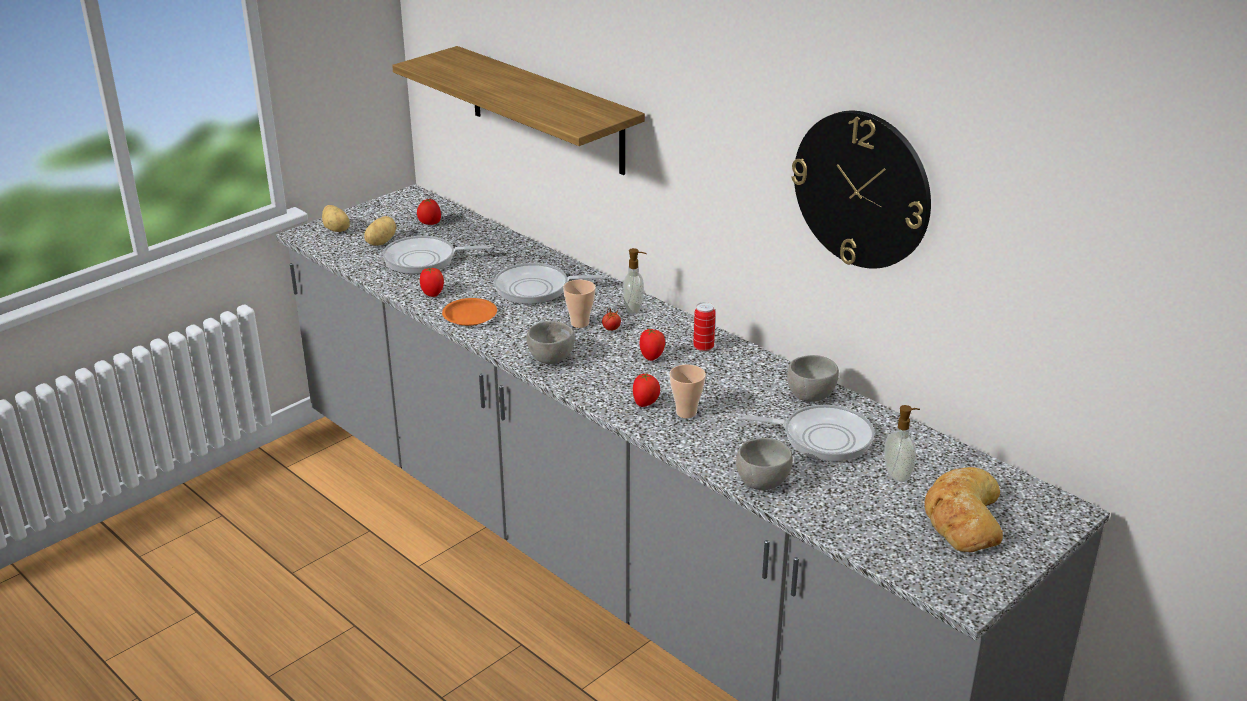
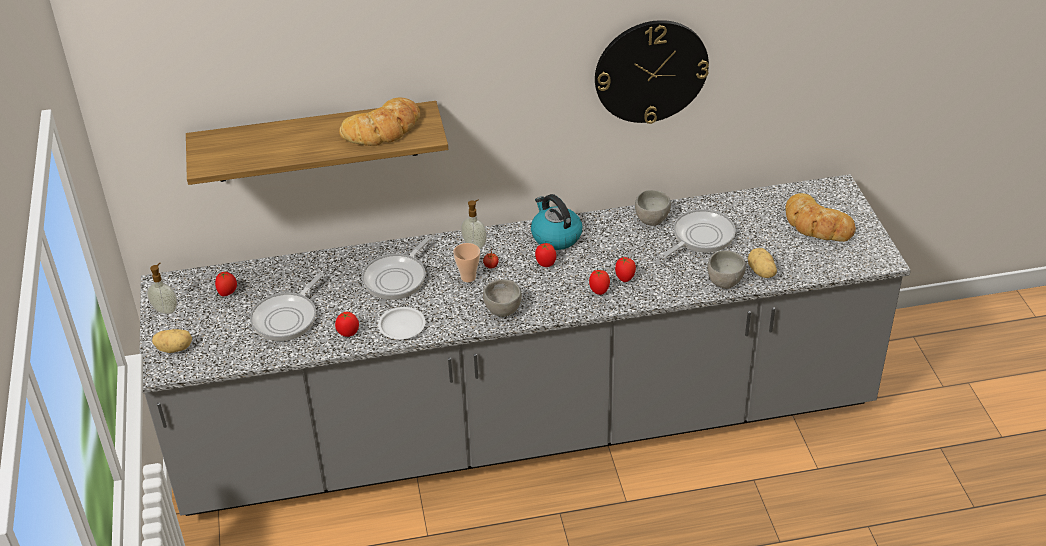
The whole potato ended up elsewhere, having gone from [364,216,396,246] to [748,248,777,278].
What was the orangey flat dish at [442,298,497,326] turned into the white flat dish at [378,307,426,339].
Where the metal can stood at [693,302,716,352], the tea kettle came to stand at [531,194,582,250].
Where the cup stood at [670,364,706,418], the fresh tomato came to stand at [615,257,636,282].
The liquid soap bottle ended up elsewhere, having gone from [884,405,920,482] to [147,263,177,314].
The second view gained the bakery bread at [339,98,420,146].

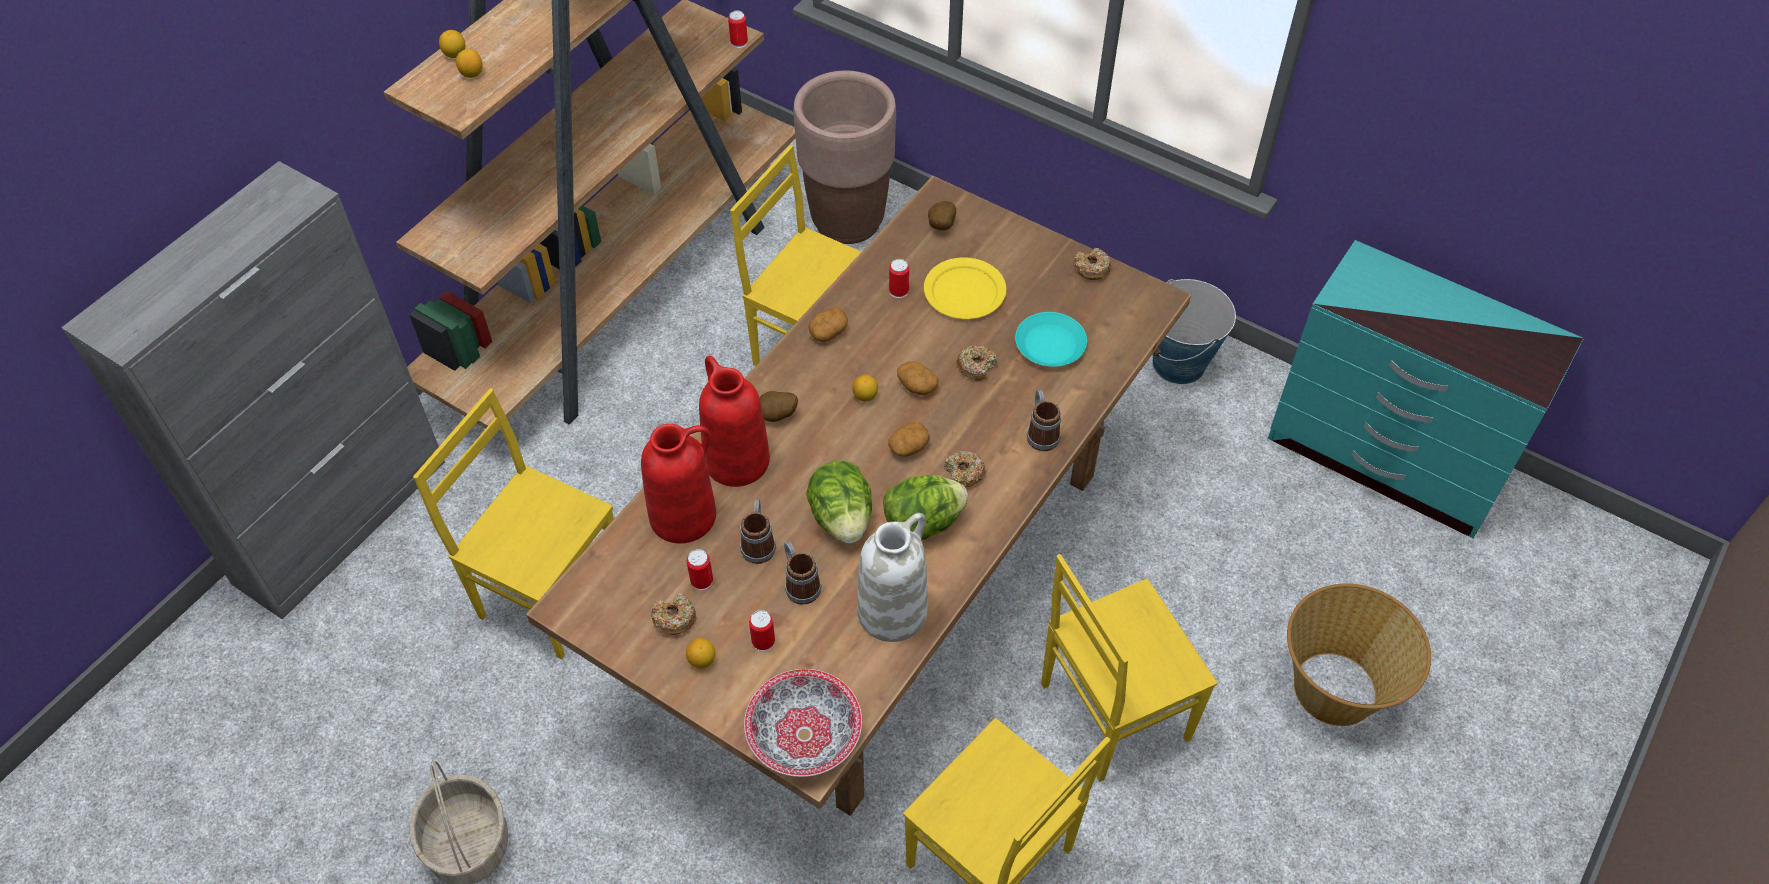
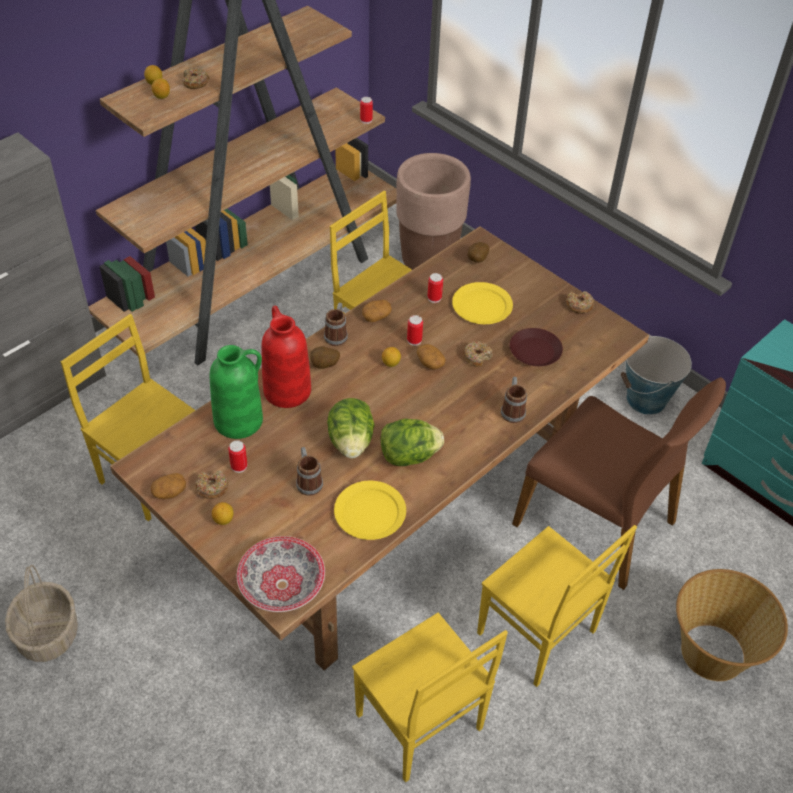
What was the turquoise flat dish at [1015,312,1087,367] turned into the brownish flat dish at [509,328,563,366].
The whole potato ended up elsewhere, having gone from [888,422,930,457] to [151,473,186,499].
What was the reddish vase at [641,424,716,544] turned into the green vase at [210,345,263,439].
The doughnut ended up elsewhere, having gone from [944,451,985,488] to [182,68,209,89].
The tea mug ended up elsewhere, having gone from [740,499,776,564] to [324,303,348,346].
Where the white vase stood at [857,513,928,642], the yellowish flat dish came to stand at [334,481,406,540].
The yellowish upright chair at [1041,554,1218,782] ended up facing another way, 120 degrees counterclockwise from before.
The metal can ended up elsewhere, having gone from [749,610,775,651] to [407,315,423,346].
The second view gained the brownish upright chair at [512,377,726,590].

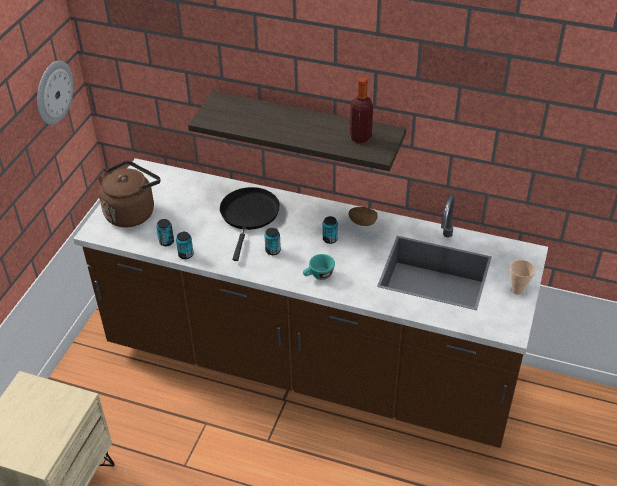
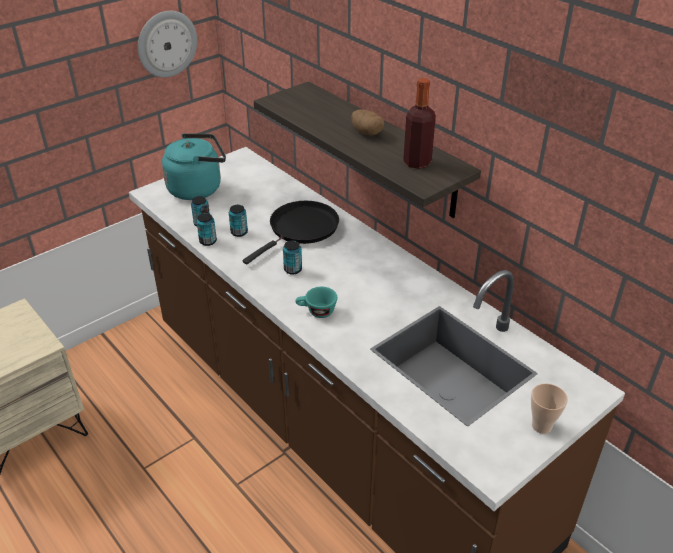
What was the brownish tea kettle at [98,161,161,227] turned into the turquoise tea kettle at [162,133,226,200].
The whole potato ended up elsewhere, having gone from [348,207,378,226] to [351,109,384,135].
The metal can ended up elsewhere, having gone from [323,216,338,244] to [229,205,248,237].

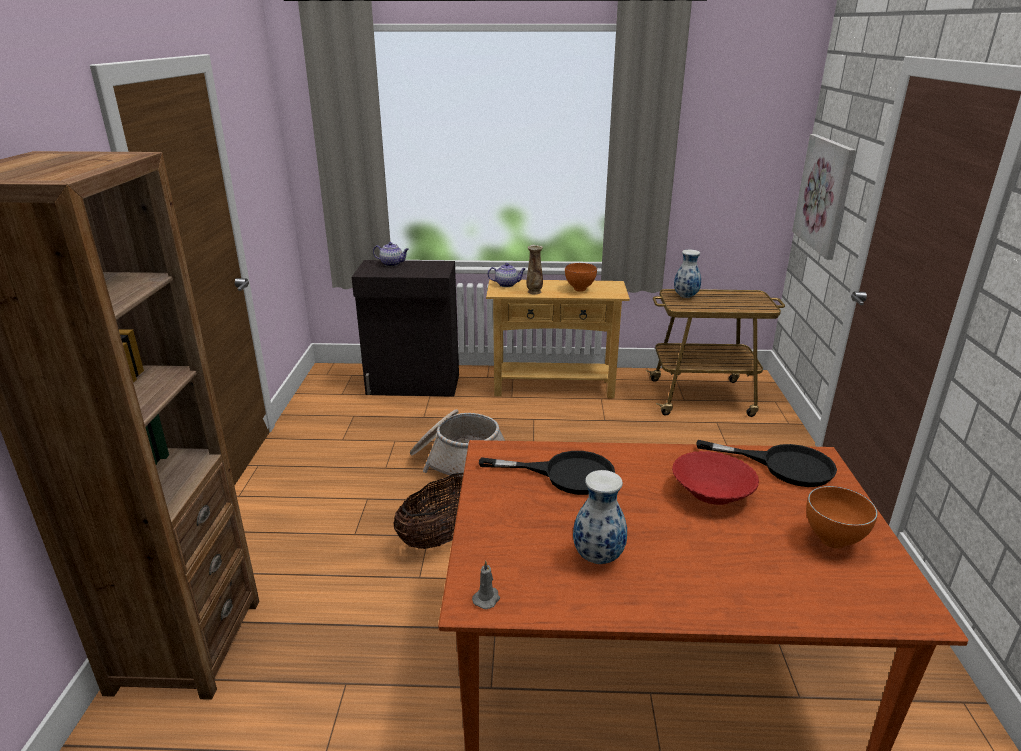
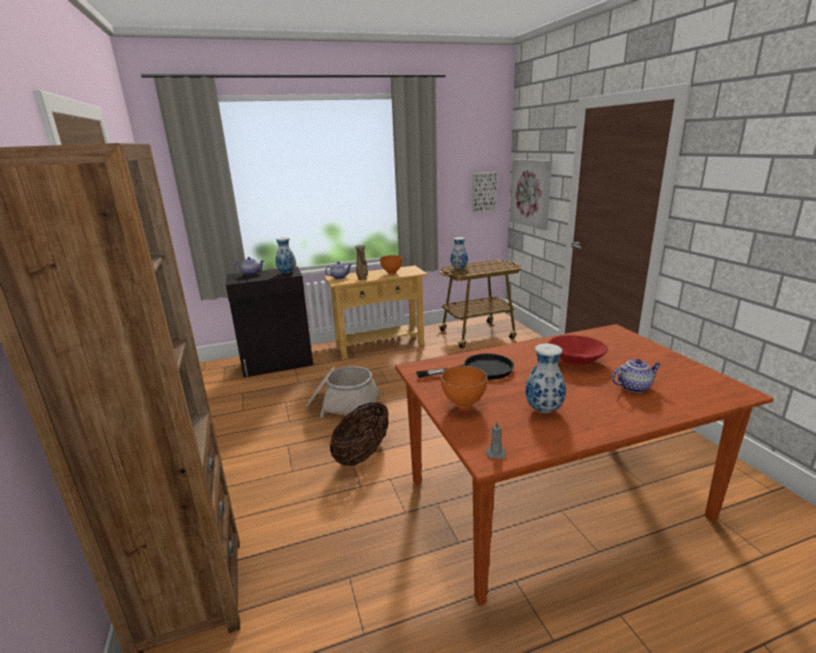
The second view lost the black-coloured pan at [697,440,837,487].
The orangey deep dish ended up elsewhere, having gone from [806,486,878,549] to [441,366,487,409].
The second view gained the picture at [473,172,497,213].
The second view gained the vase at [275,237,296,273].
The second view gained the teapot at [611,359,661,393].

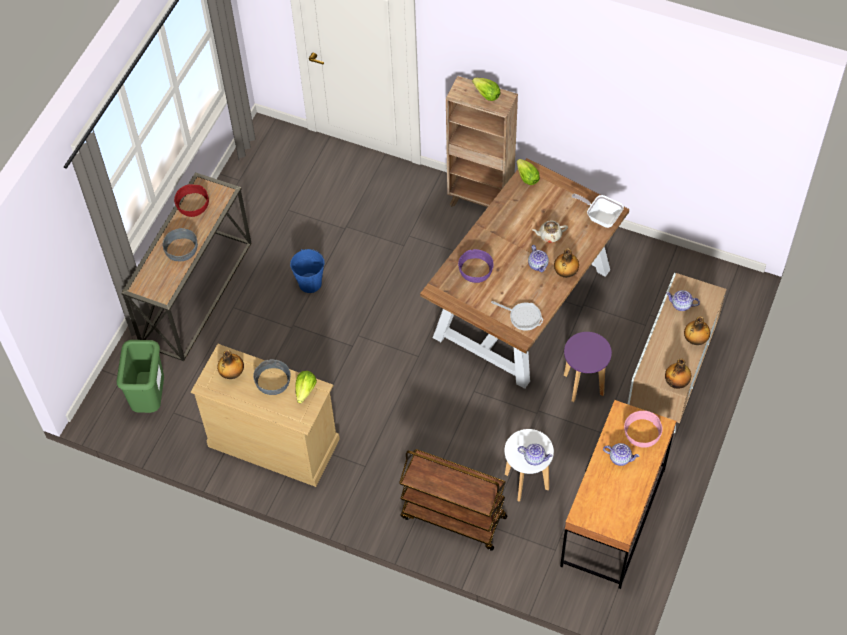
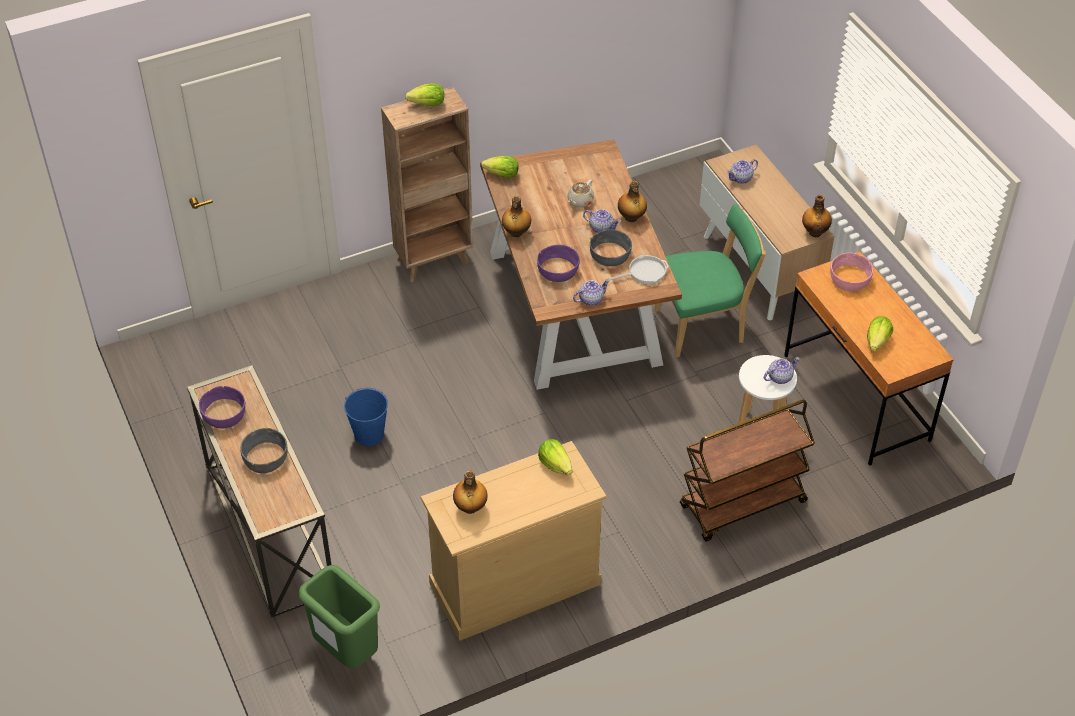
What was the reddish deep dish at [174,184,209,217] turned into the purple deep dish at [199,386,245,428].
The second view lost the pan at [572,194,624,228].
The drink bottle ended up elsewhere, having gone from [684,316,710,345] to [502,196,531,237].
Where the purple sitting stool stood at [564,332,612,402], the green upright chair came to stand at [655,204,766,357].
The gray deep dish ended up elsewhere, having gone from [253,359,291,395] to [590,229,632,266].
The teapot ended up elsewhere, having gone from [603,443,639,466] to [573,279,610,306].
The second view gained the head of lettuce at [867,316,893,351].

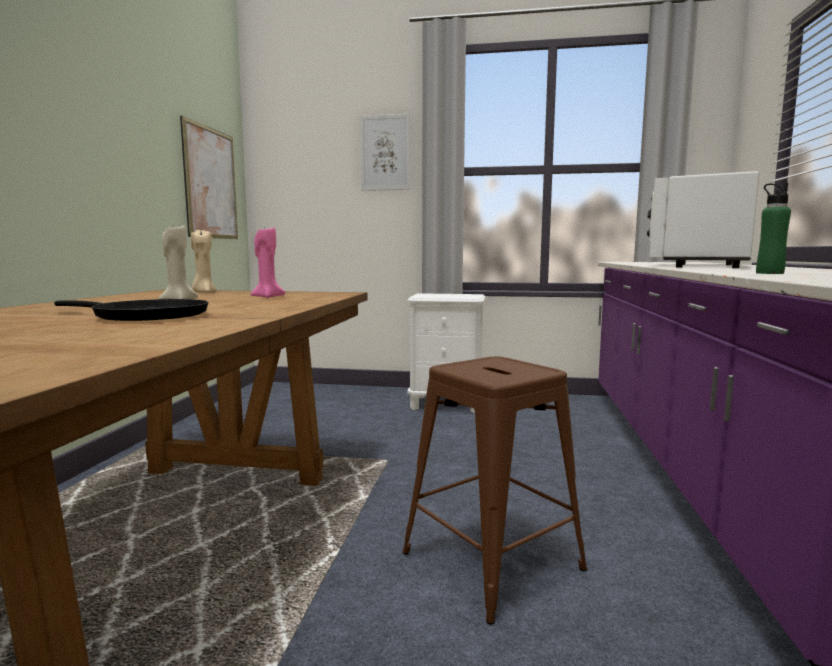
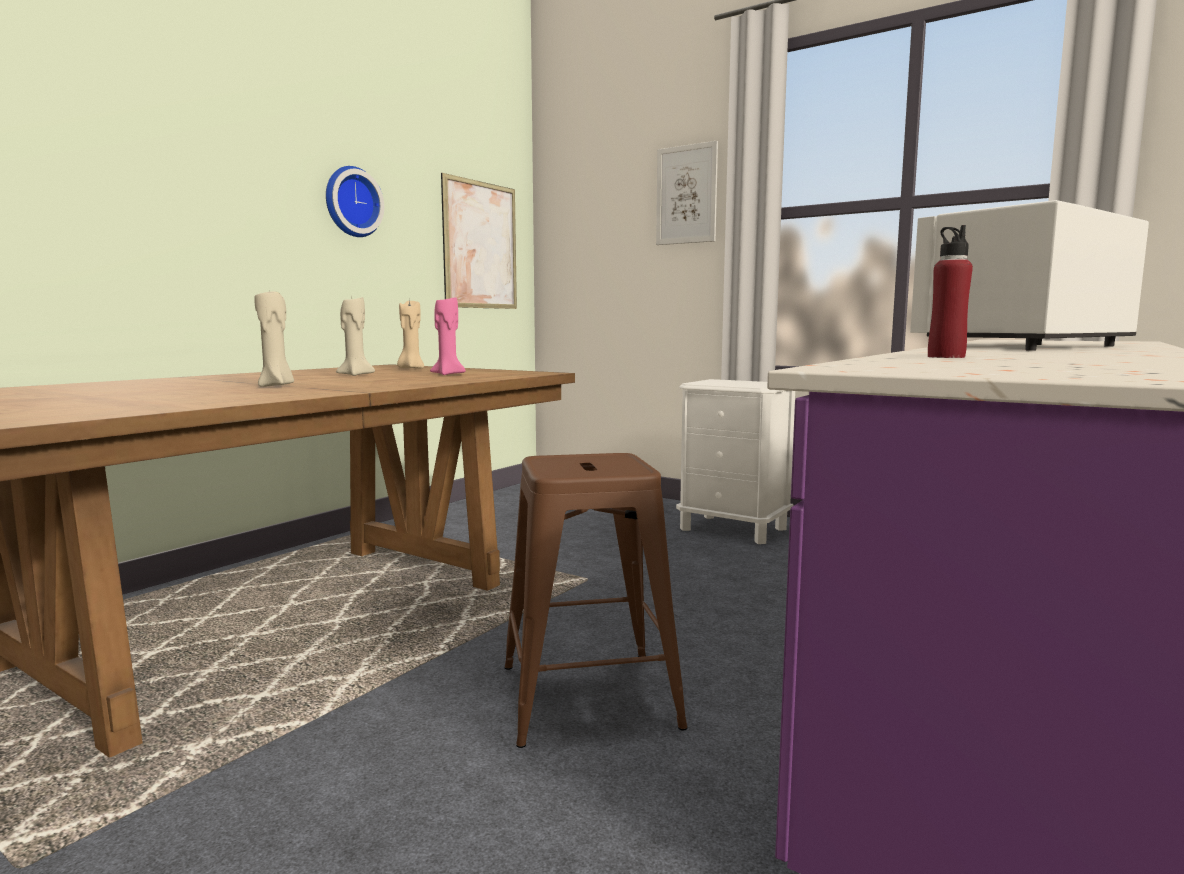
What was the green drink bottle at [756,183,791,274] turned into the reddish drink bottle at [928,225,973,358].
Where the black-coloured pan stood at [54,299,208,321], the sand-coloured wax light came to stand at [254,290,294,387].
The second view gained the hanging clock at [326,166,384,237].

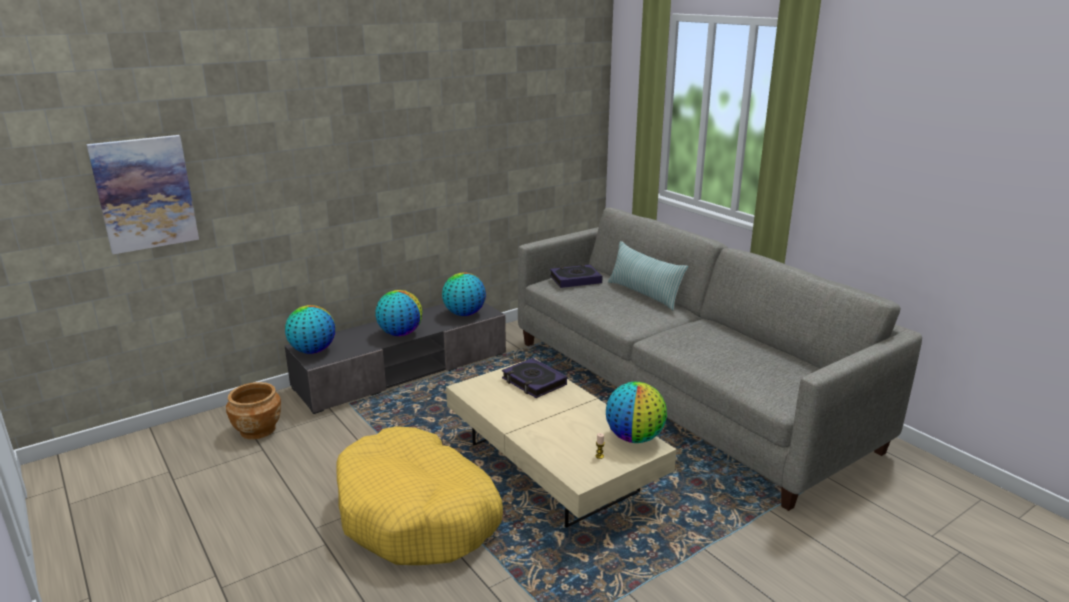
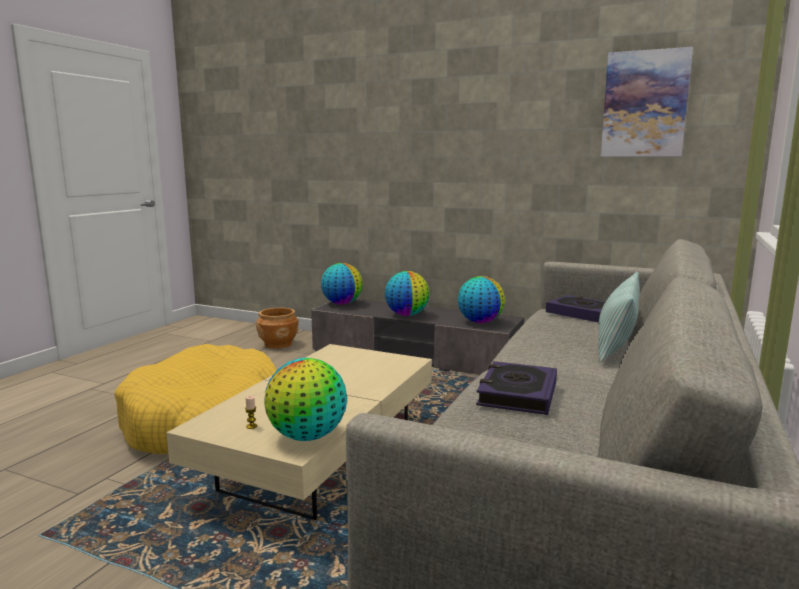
The picture ended up elsewhere, having gone from [86,135,199,254] to [601,47,693,157].
The book ended up elsewhere, having gone from [502,358,567,398] to [476,361,557,415].

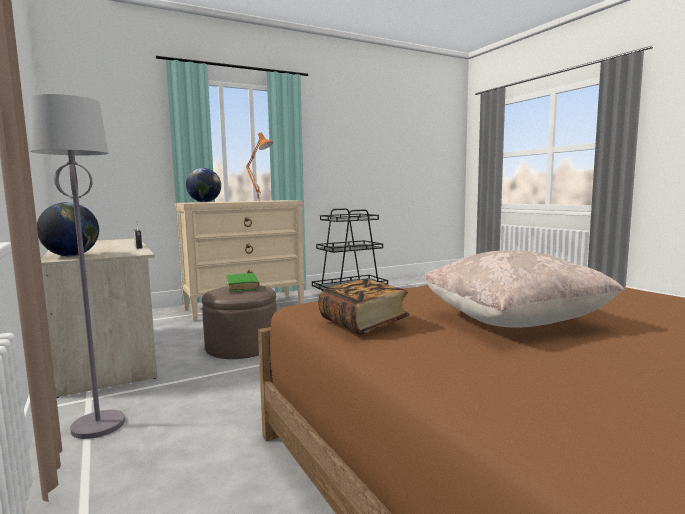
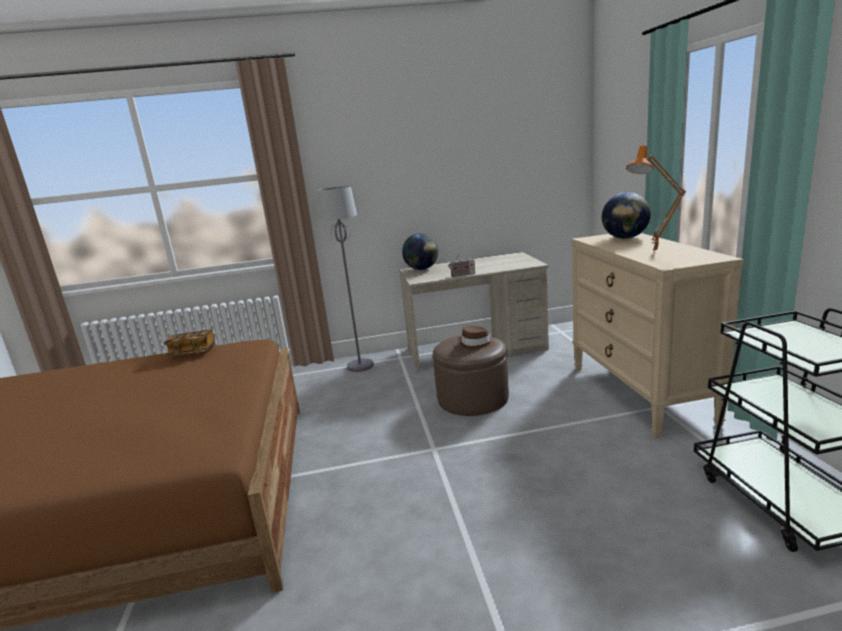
The second view lost the sand-coloured pillow at [422,250,625,328].
Where the green book stood at [226,273,260,292], the brownish hat came to stand at [458,325,495,350].

